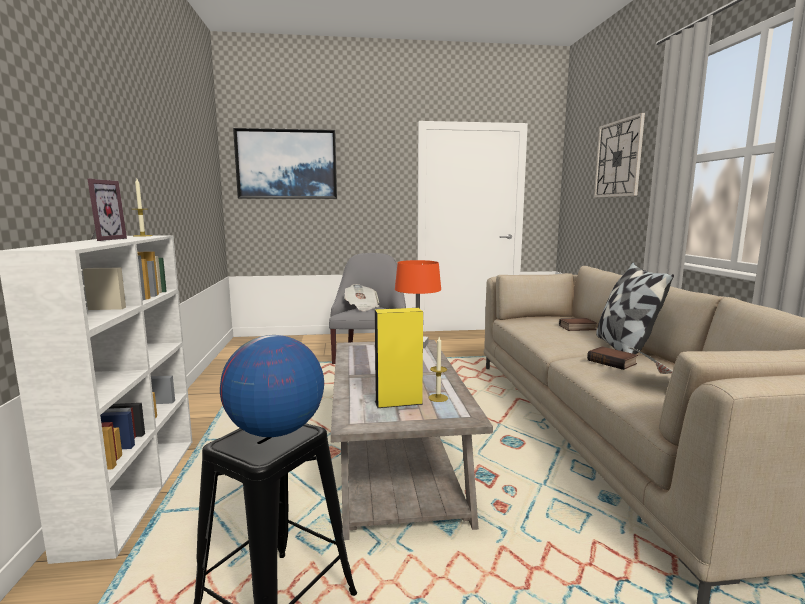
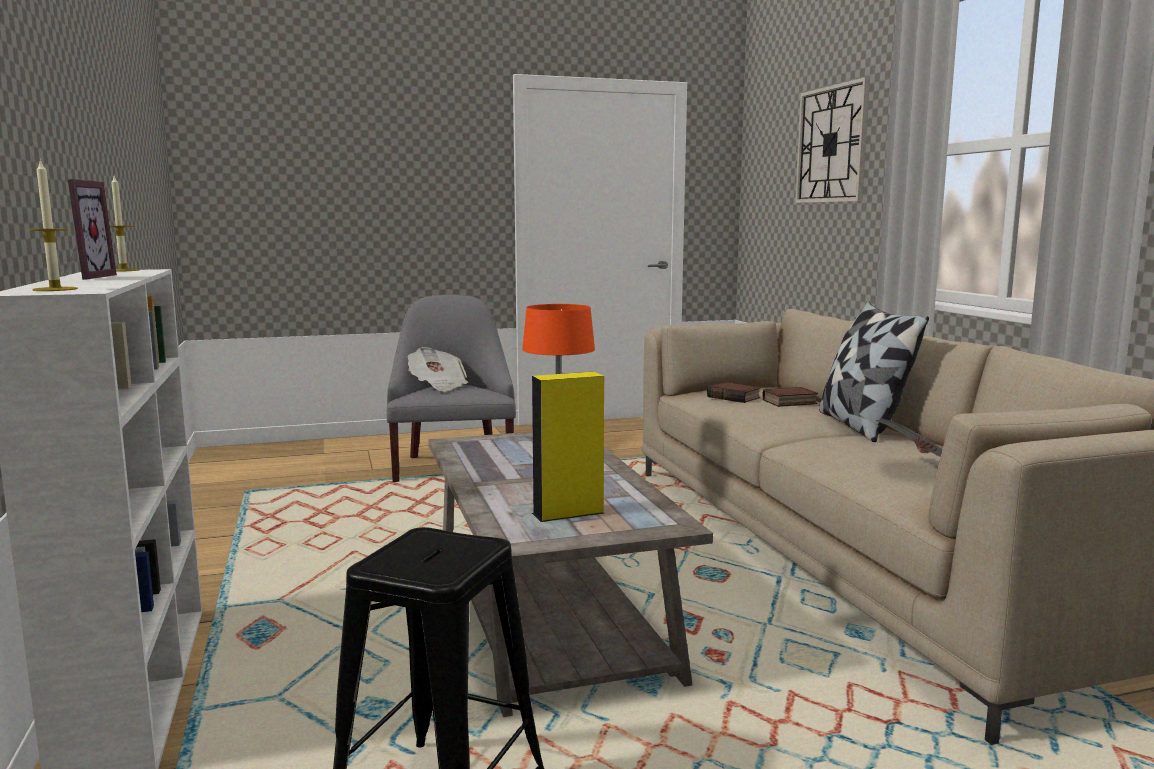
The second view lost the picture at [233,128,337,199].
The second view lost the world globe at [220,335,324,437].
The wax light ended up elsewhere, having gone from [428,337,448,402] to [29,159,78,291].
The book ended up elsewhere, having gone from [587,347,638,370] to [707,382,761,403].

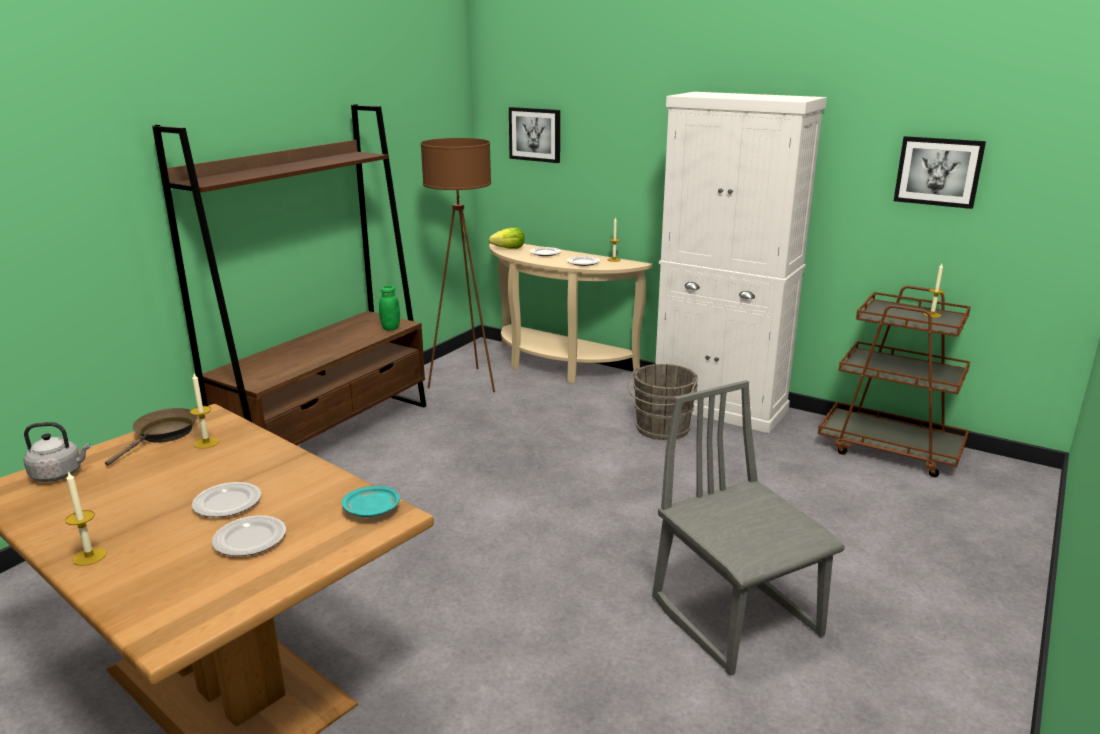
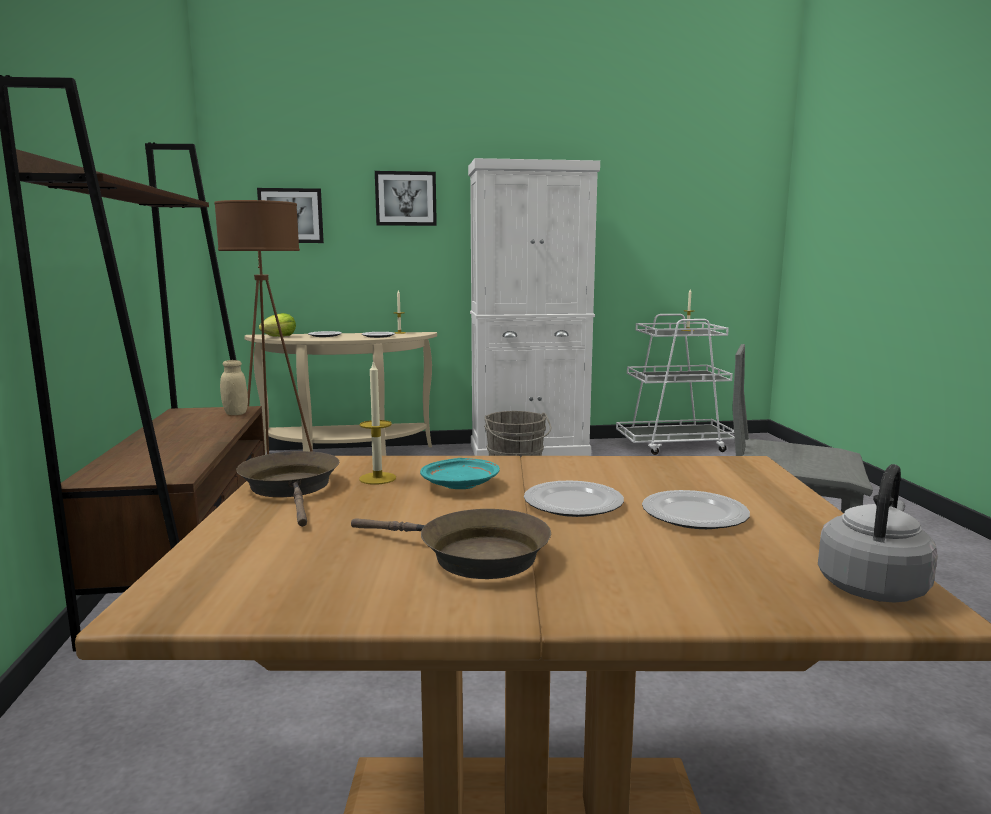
The picture ended up elsewhere, having gone from [894,136,986,209] to [375,171,437,226].
What was the green jar at [379,285,400,331] turned into the sand-coloured jar at [220,360,248,415].
What was the brownish trolley at [818,286,971,477] turned into the white trolley at [616,314,735,455].
The gray tea kettle ended up elsewhere, having gone from [24,422,90,482] to [818,464,938,602].
The second view lost the wax light at [65,471,107,566].
The turquoise flat dish ended up elsewhere, having gone from [342,486,400,517] to [420,458,500,489].
The second view gained the brownish pan at [351,509,551,579].

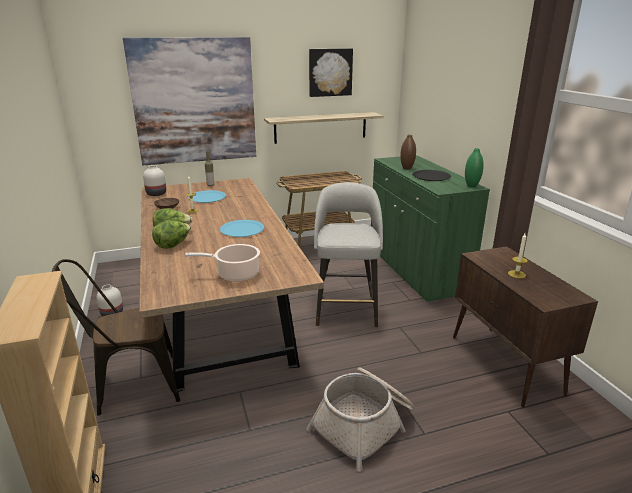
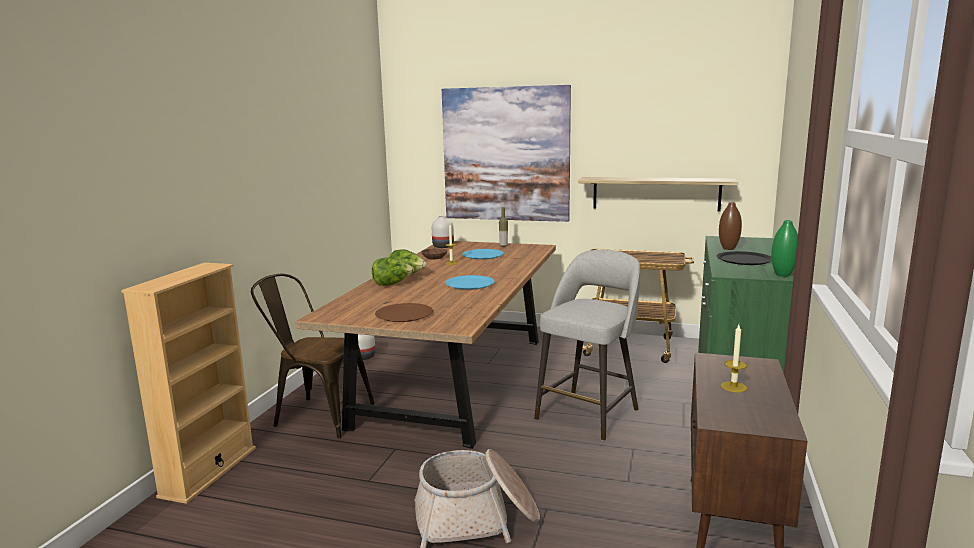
The second view lost the picture at [309,48,353,97].
Where the saucepot stood at [185,244,260,282], the brownish flat dish came to stand at [375,303,433,322].

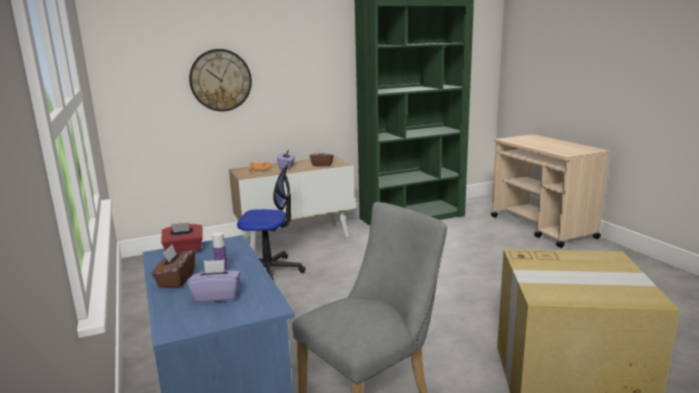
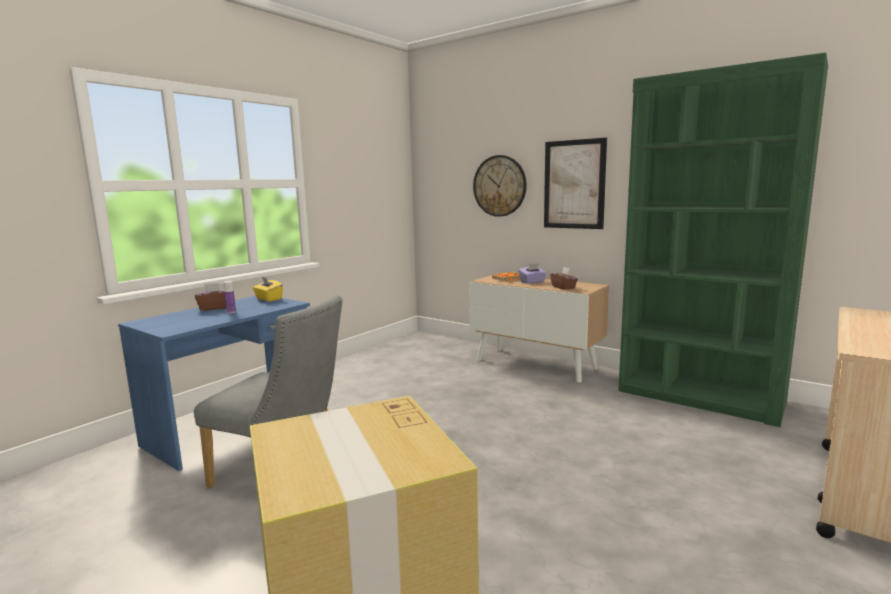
The second view lost the desk chair at [237,161,306,283].
What was the reddish box of tissues at [161,222,203,253] turned into the yellowish box of tissues at [253,276,283,302].
The second view lost the purple box of tissues at [187,260,241,303].
The second view gained the picture at [544,137,607,229].

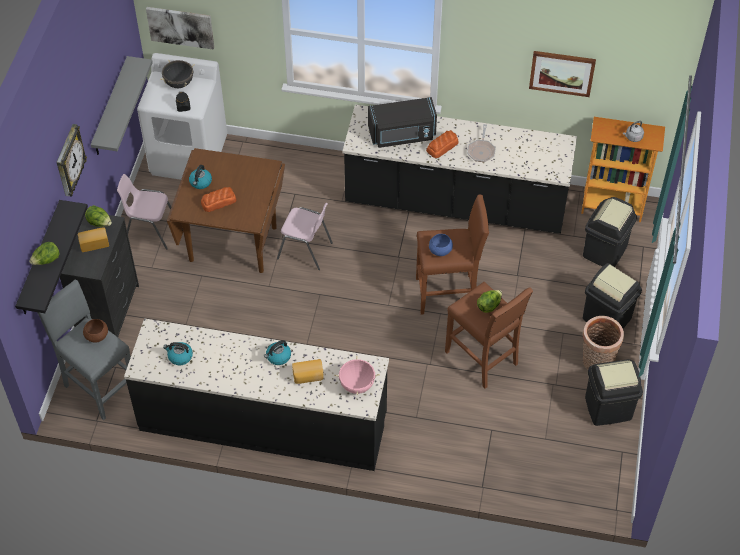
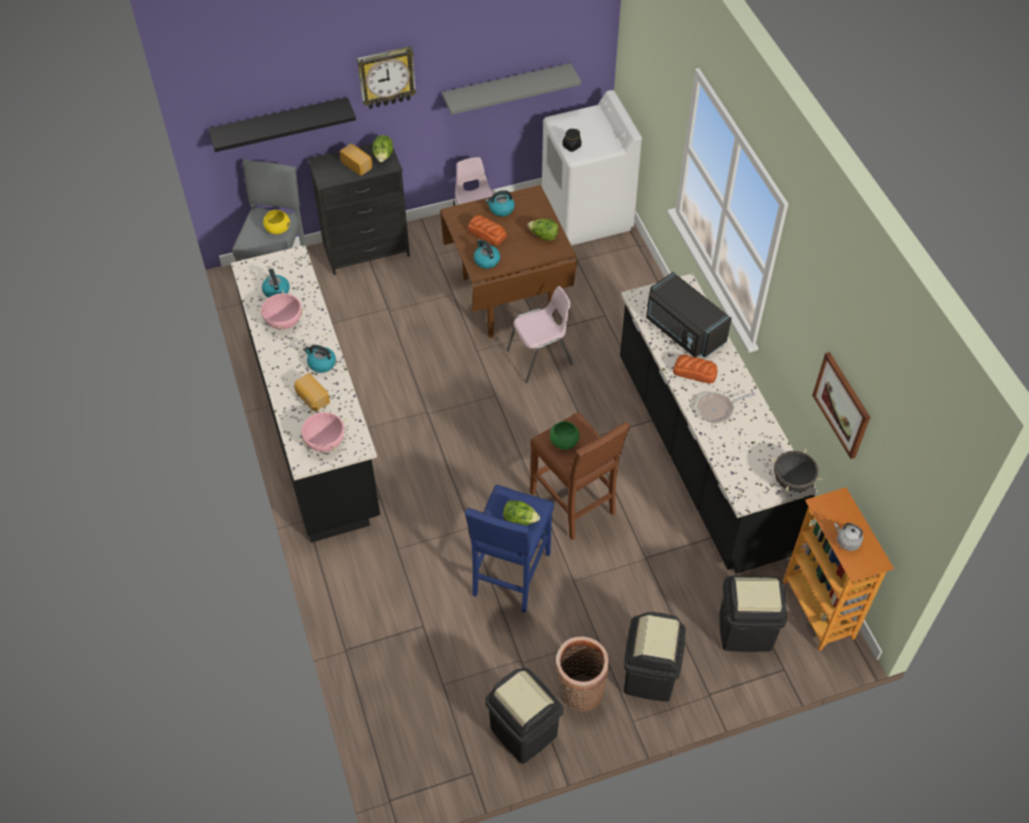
The second view lost the picture at [146,7,214,49].
The black-coloured saucepot ended up elsewhere, having gone from [160,60,195,88] to [771,449,822,492].
The pink upright chair at [277,203,333,270] ended up facing another way, 105 degrees counterclockwise from before.
What was the bluish deep dish at [429,234,453,256] turned into the green deep dish at [550,421,579,450].
The head of lettuce ended up elsewhere, having gone from [29,242,60,265] to [528,219,559,241].
What was the brownish sitting stool at [445,282,533,389] turned into the bluish sitting stool at [465,484,554,613].
What was the brownish deep dish at [83,319,108,343] turned into the yellowish deep dish at [263,210,290,234].
The second view gained the tea kettle at [474,239,500,269].
The second view gained the pink saucepot at [256,290,306,331].

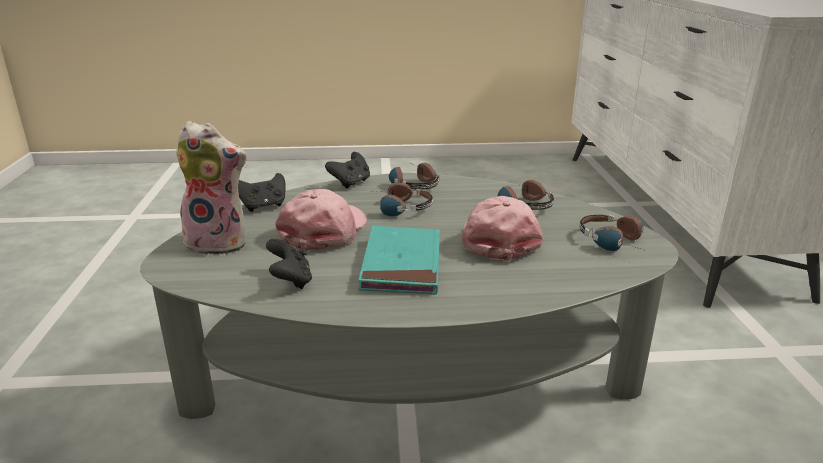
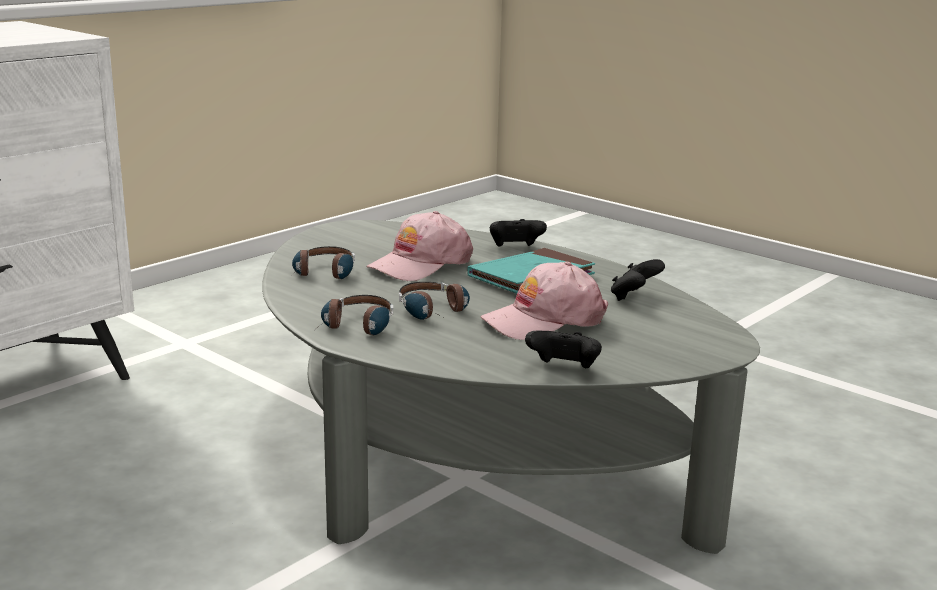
The second view lost the cuddly toy at [176,121,246,255].
The black-coloured gamepad ended up elsewhere, having gone from [325,152,370,189] to [490,219,547,247].
The second view lost the headphones at [579,215,644,251].

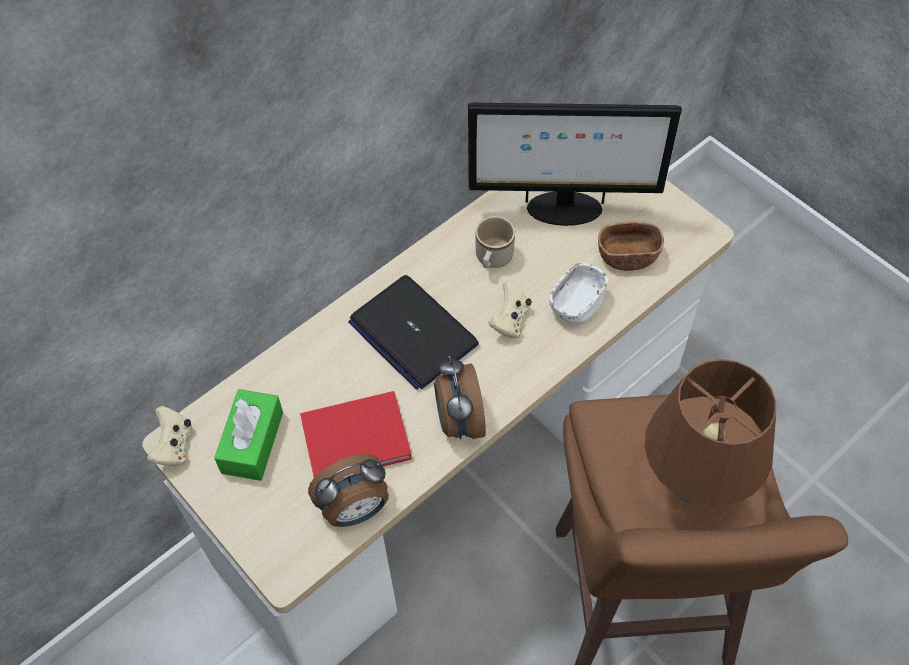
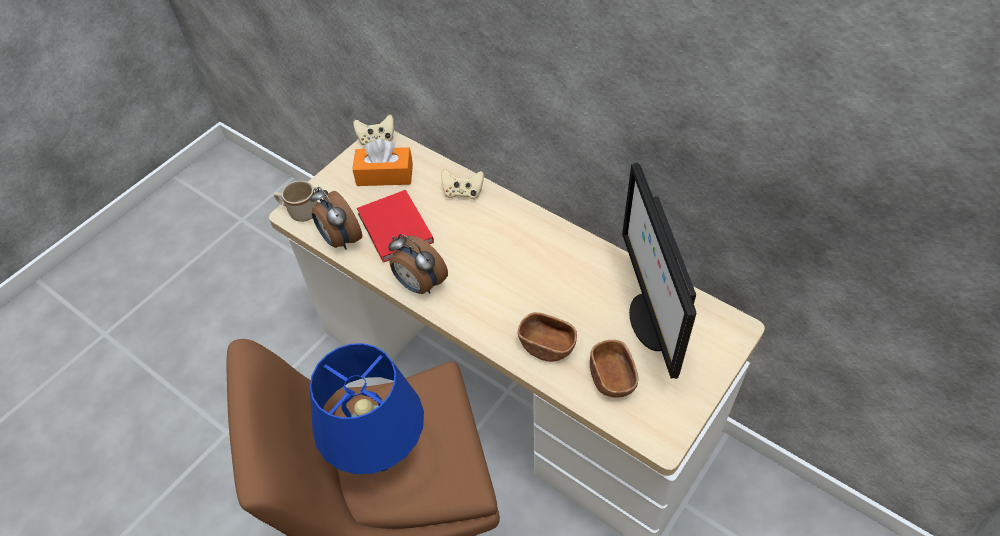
The sand-coloured tea mug ended up elsewhere, having gone from [475,216,515,268] to [274,181,318,222].
What was the white deep dish at [549,263,608,323] turned into the brownish deep dish at [518,312,577,362].
The second view lost the laptop at [348,275,479,390].
The sand-coloured gamepad ended up elsewhere, having gone from [489,280,532,339] to [441,169,484,200].
The table clock at [434,356,486,439] ended up facing another way, 120 degrees counterclockwise from before.
What was the brownish table lamp at [645,359,776,507] turned into the bluish table lamp at [310,343,424,474].
What was the green box of tissues at [214,389,283,481] turned into the orangey box of tissues at [352,139,413,186].

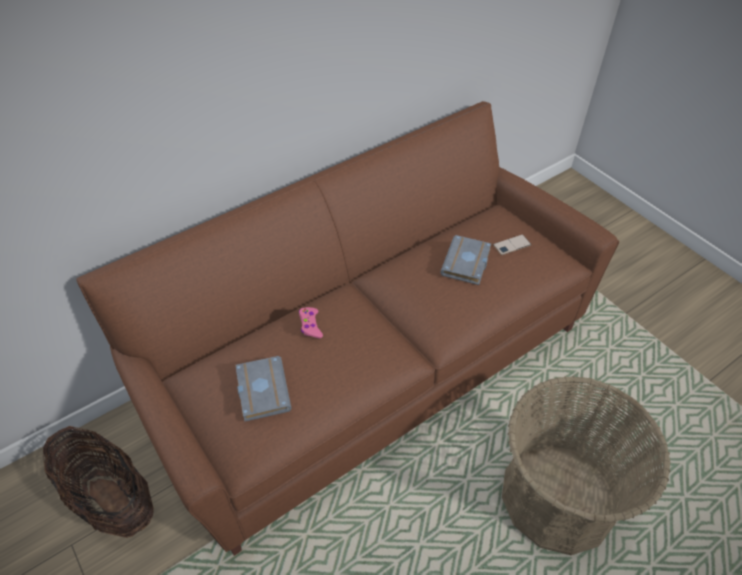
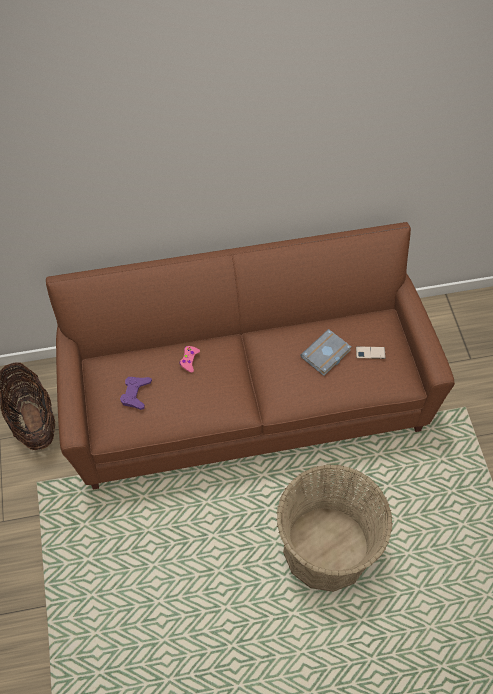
Where the gray book stood at [236,356,292,422], the purple gamepad came to stand at [120,377,152,410].

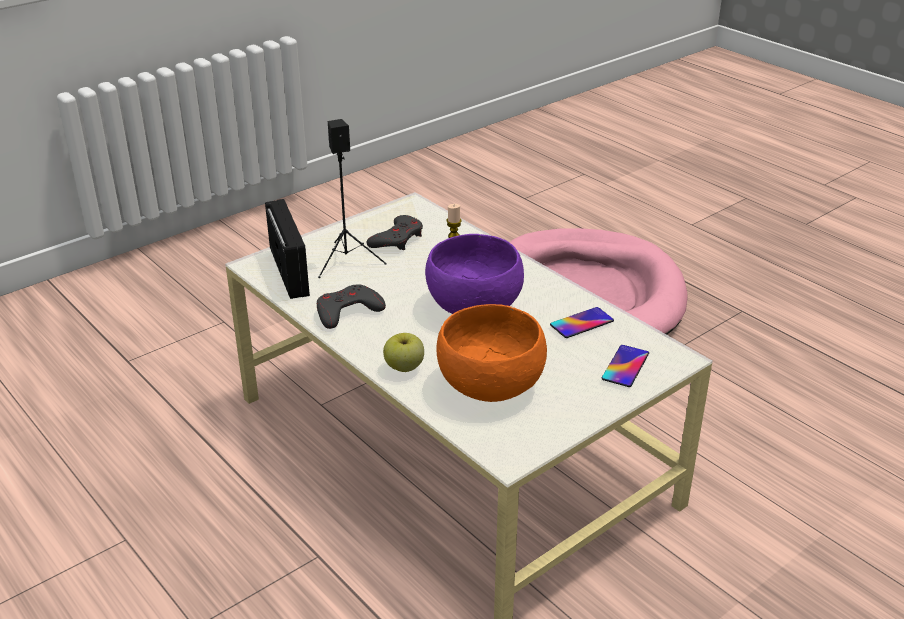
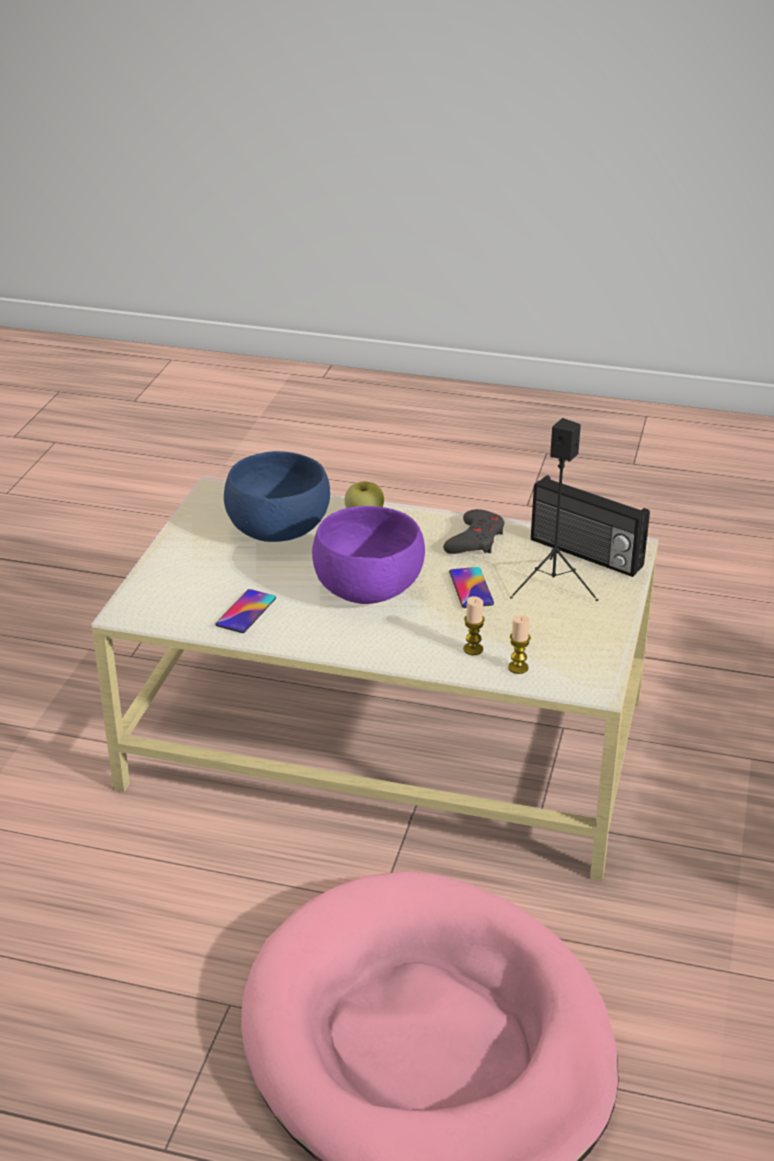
The second view lost the gray gamepad at [366,215,423,250].
What was the orangey deep dish at [436,304,547,402] turned into the bluish deep dish at [224,451,330,542].
The handset ended up elsewhere, having gone from [602,345,649,387] to [449,567,494,608].
The second view gained the wax light at [508,615,531,674].

